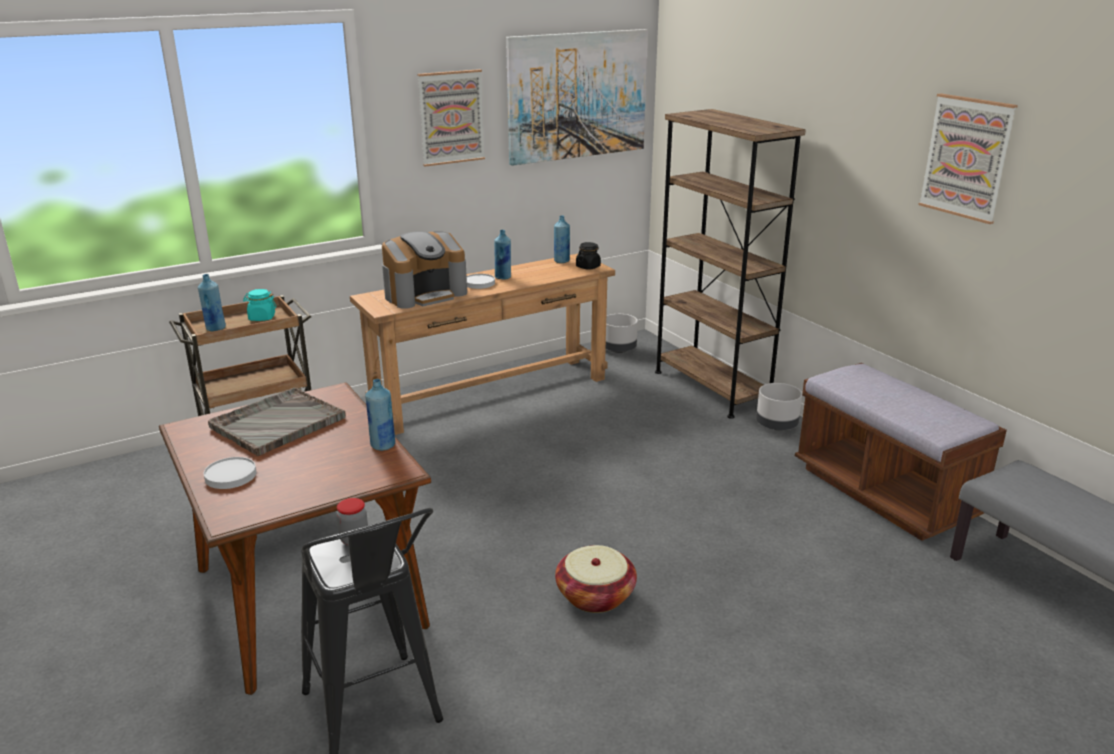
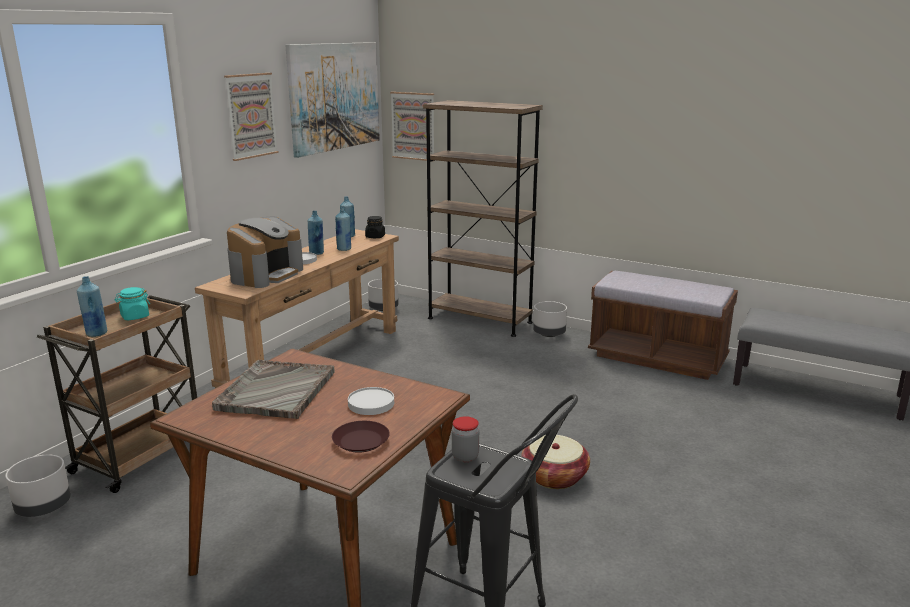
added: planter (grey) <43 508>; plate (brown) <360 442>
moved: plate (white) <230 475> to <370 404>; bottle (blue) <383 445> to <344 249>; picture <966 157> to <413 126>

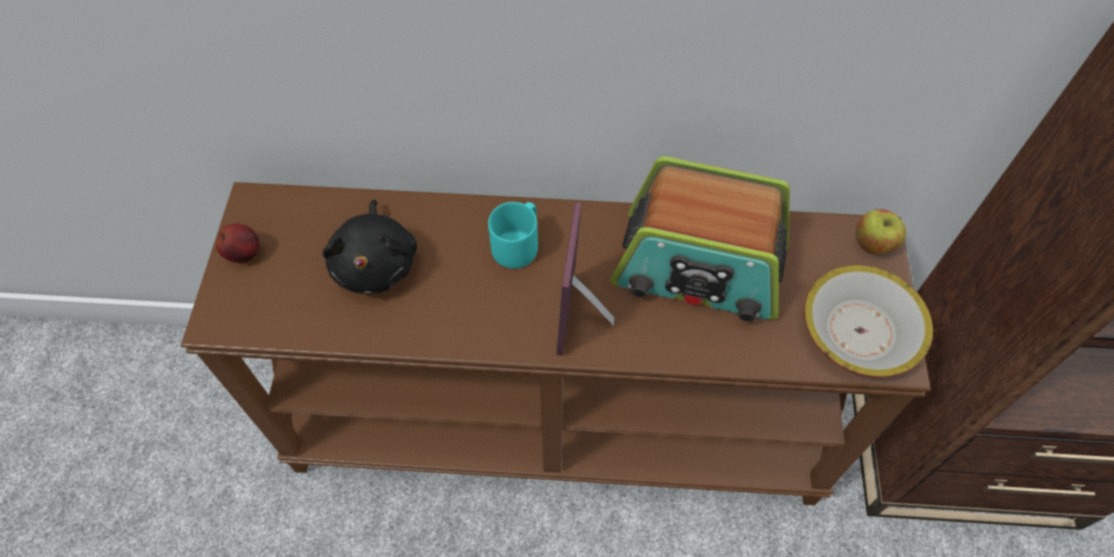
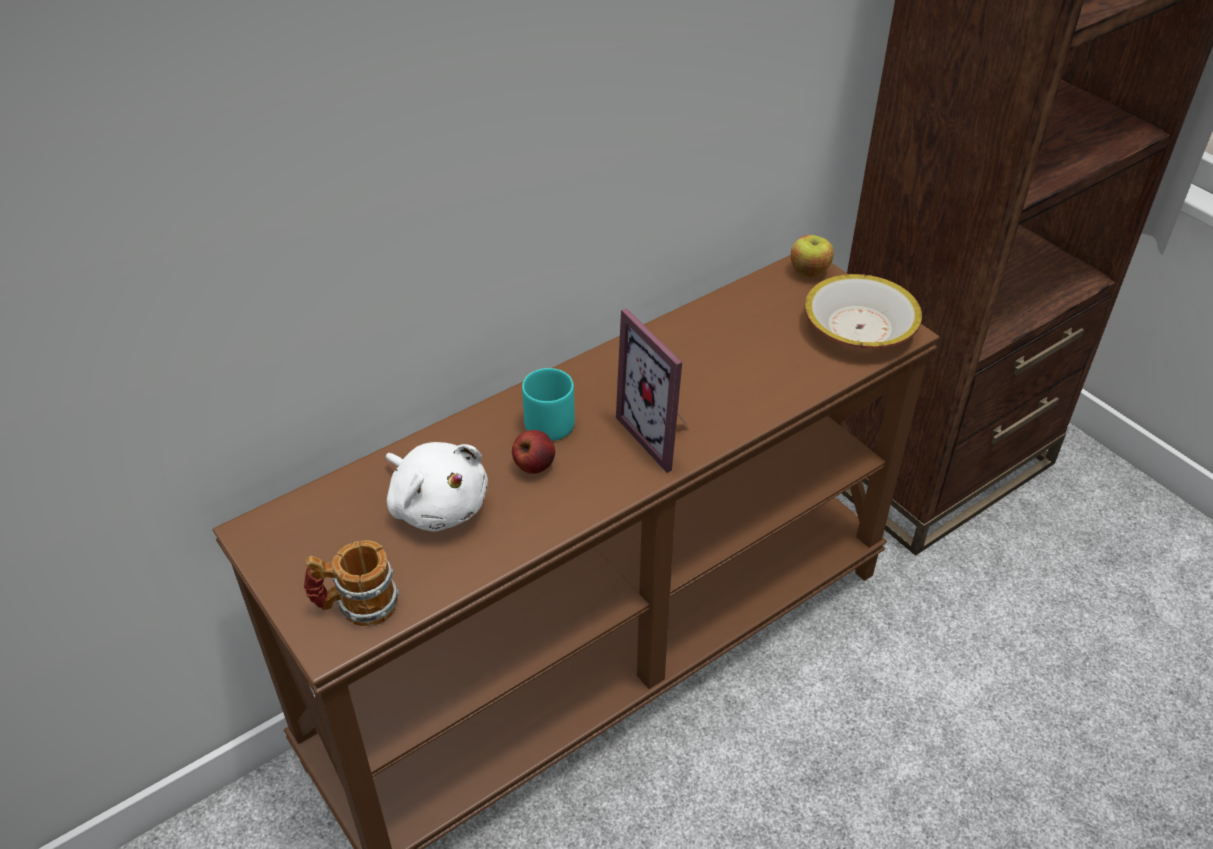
removed: radio <699 267>
added: mug <356 605>
moved: apple <244 253> to <534 466>
recoloured: plush toy (black) <376 263> to plush toy (white) <437 505>

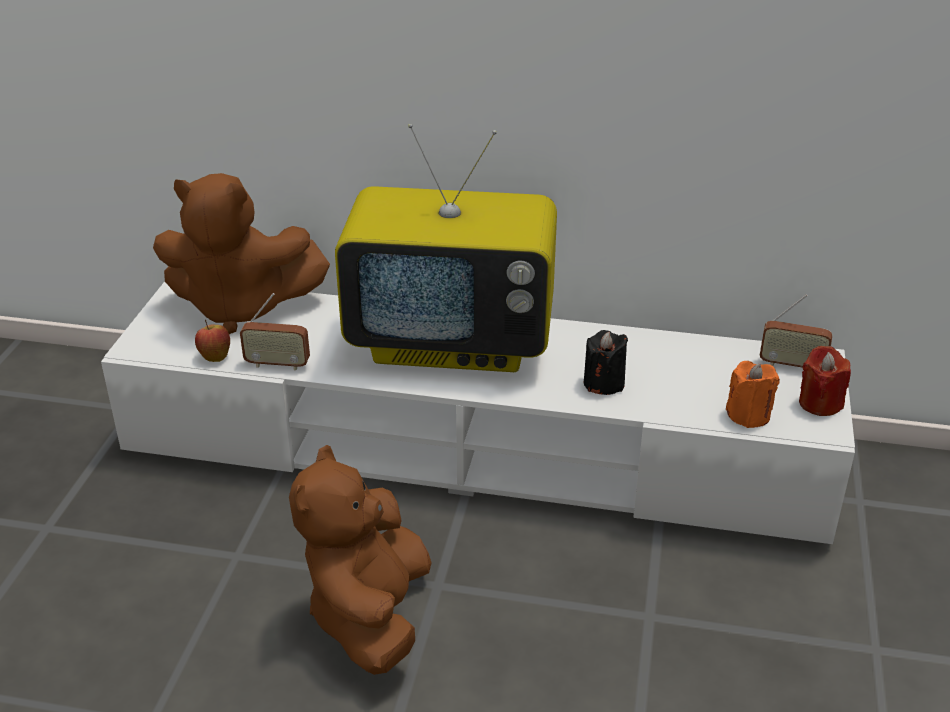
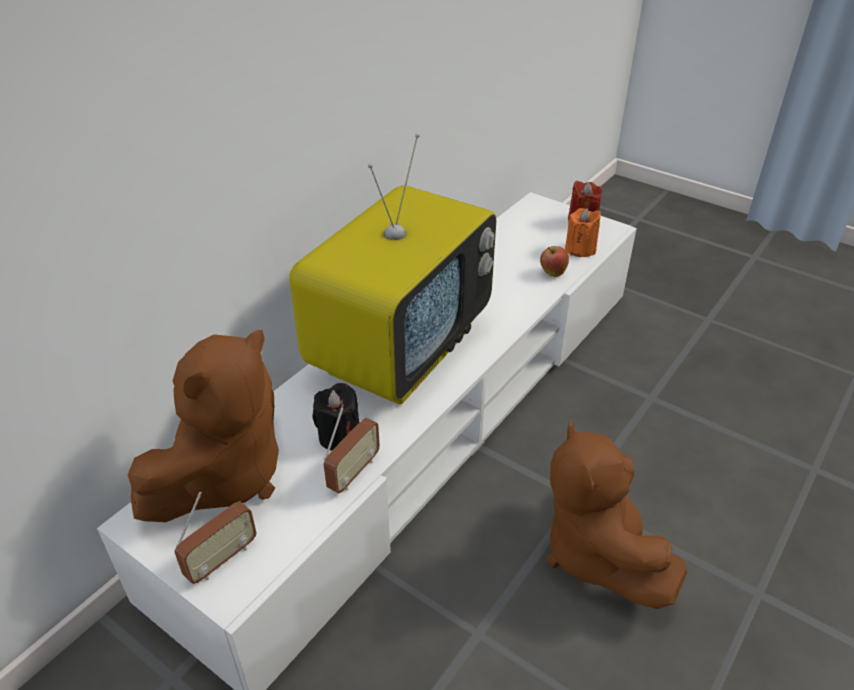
moved: apple <215 356> to <552 273>; candle (black) <603 383> to <339 436>; radio <791 365> to <221 559>
turned: plush toy (brown) <370 615> = <596 552> 45 degrees clockwise

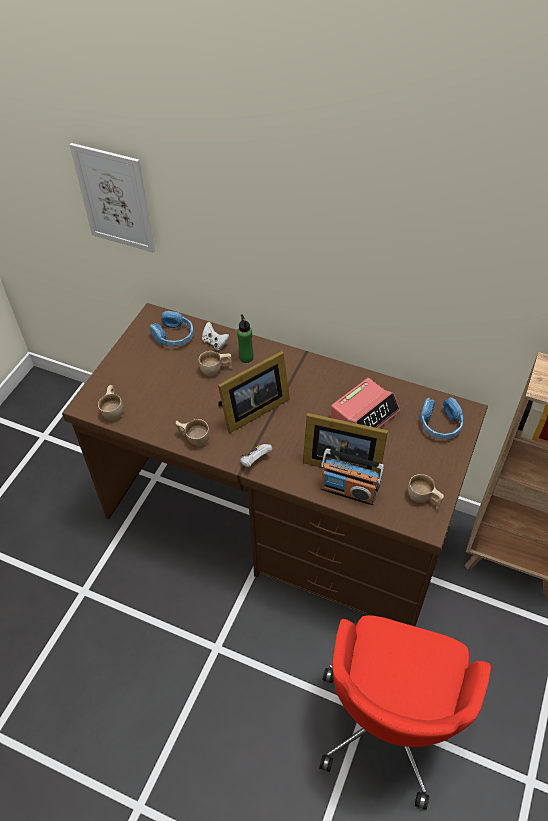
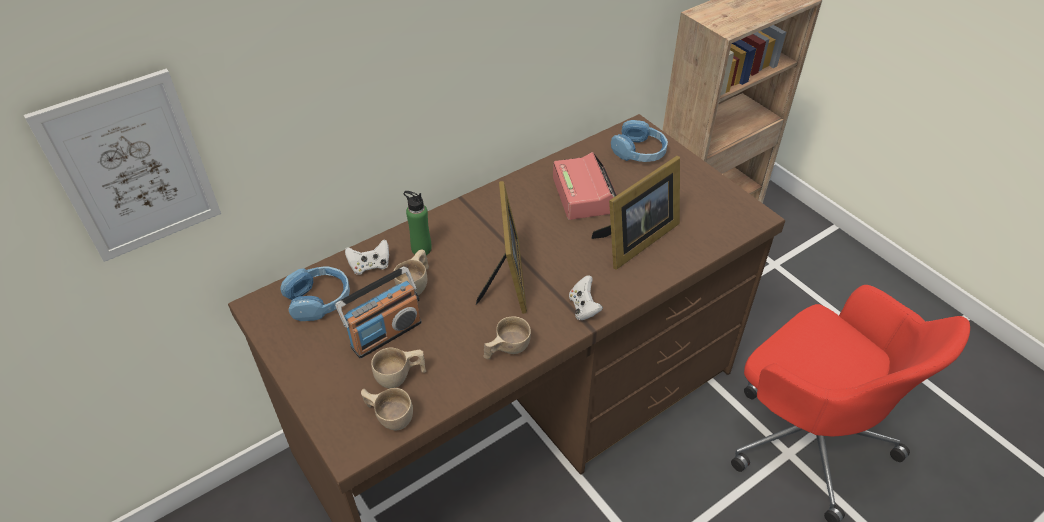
moved: radio <348 491> to <385 334>; cup (beige) <423 499> to <400 377>

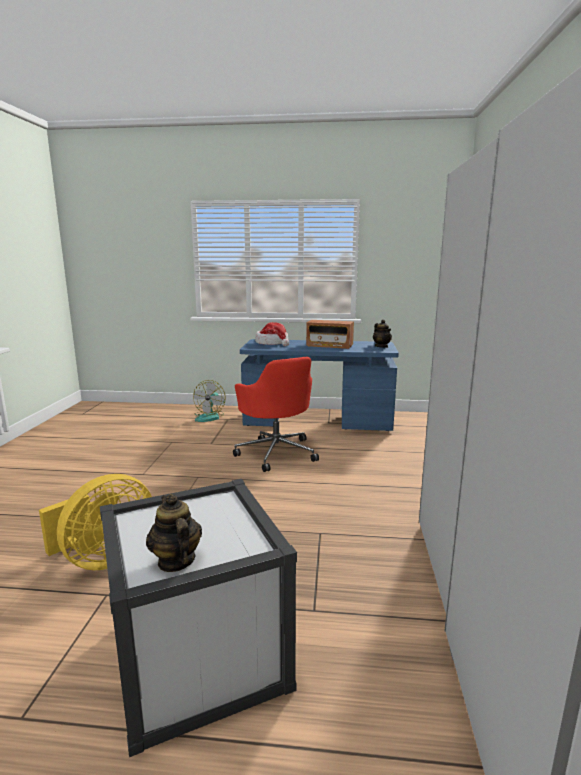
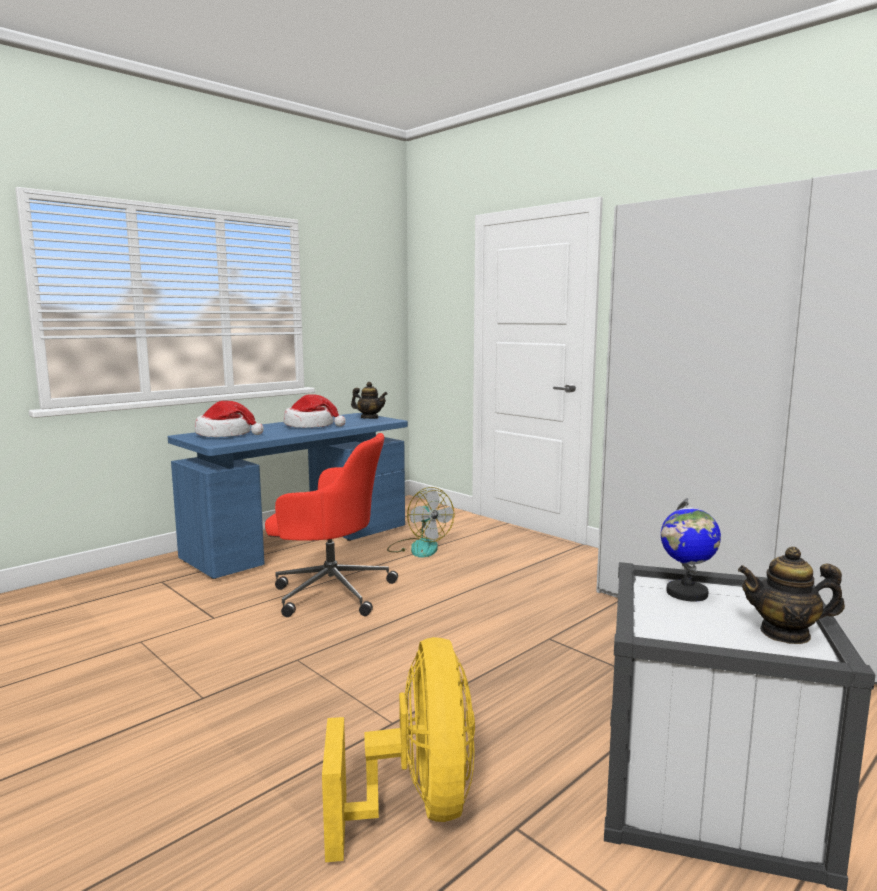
added: globe <686 593>
moved: fan <210 416> to <419 547>
replaced: radio <329 346> to hat <311 426>

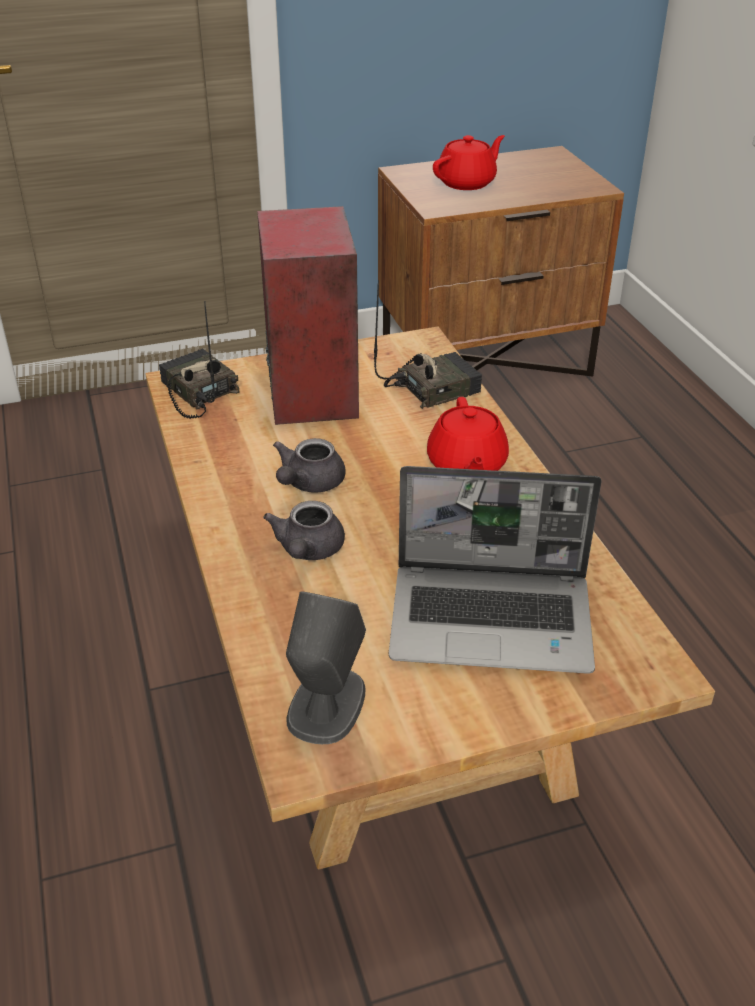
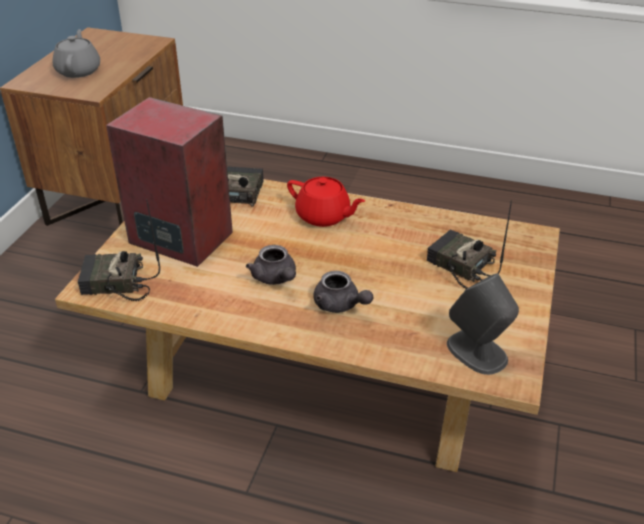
replaced: laptop <493 619> to radio <459 266>
recoloured: teapot (red) <467 183> to teapot (grey) <79 71>

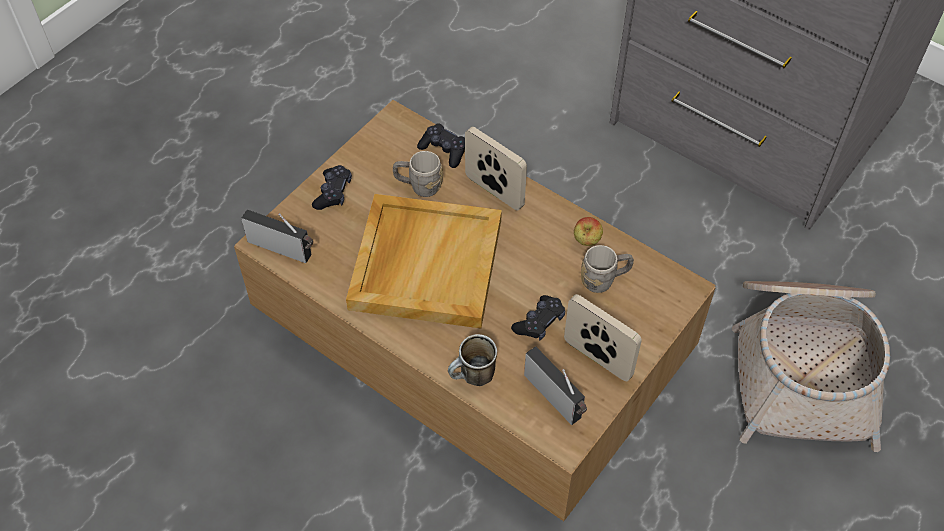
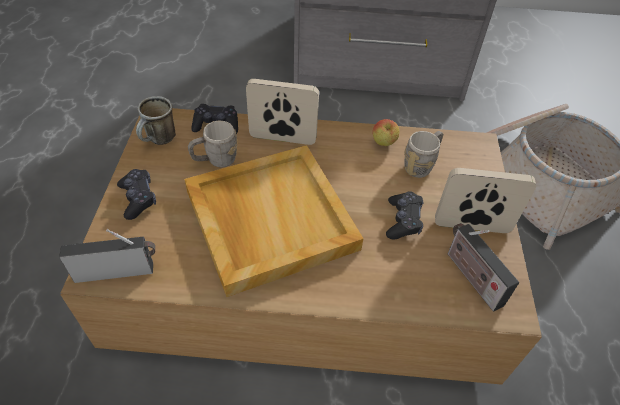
moved: mug <473 378> to <159 141>
turned: radio <555 398> = <471 276> 135 degrees counterclockwise

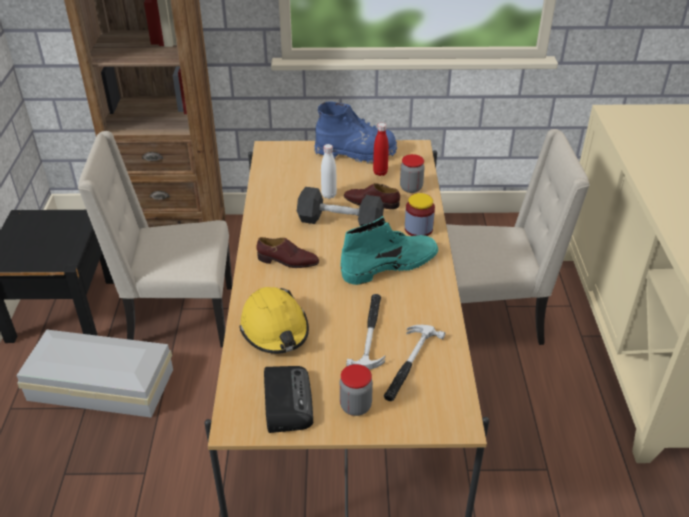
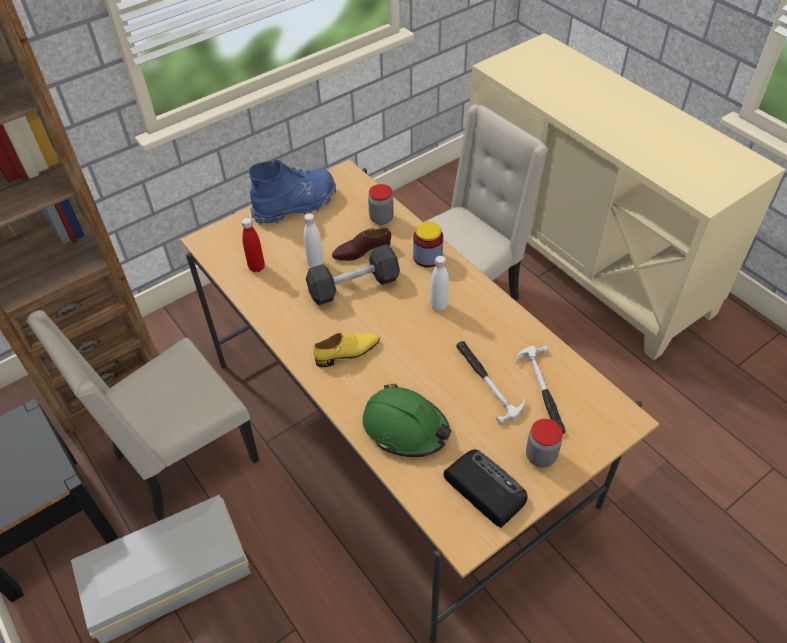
moved: bottle (red) <380 172> to <256 267>
replaced: boot (turquoise) <390 265> to bottle (white) <439 306>
recoloured: hard hat (yellow) <275 329> to hard hat (green) <405 428>; shoe (brown) <288 261> to shoe (yellow) <347 353>

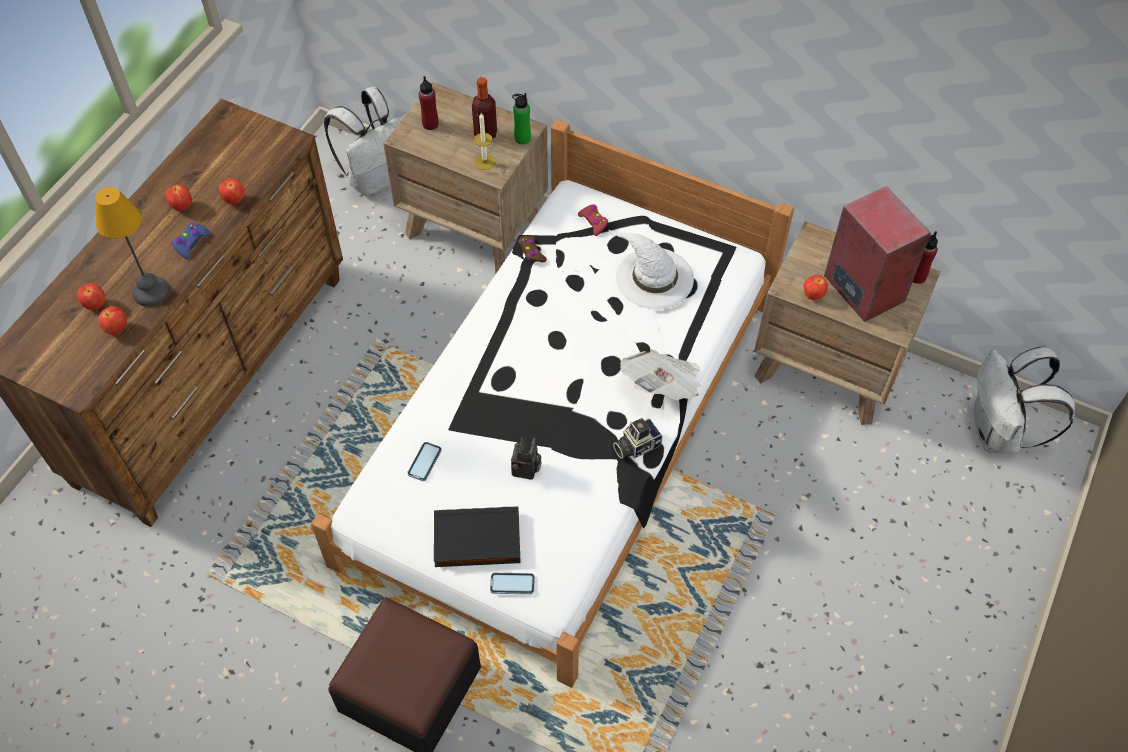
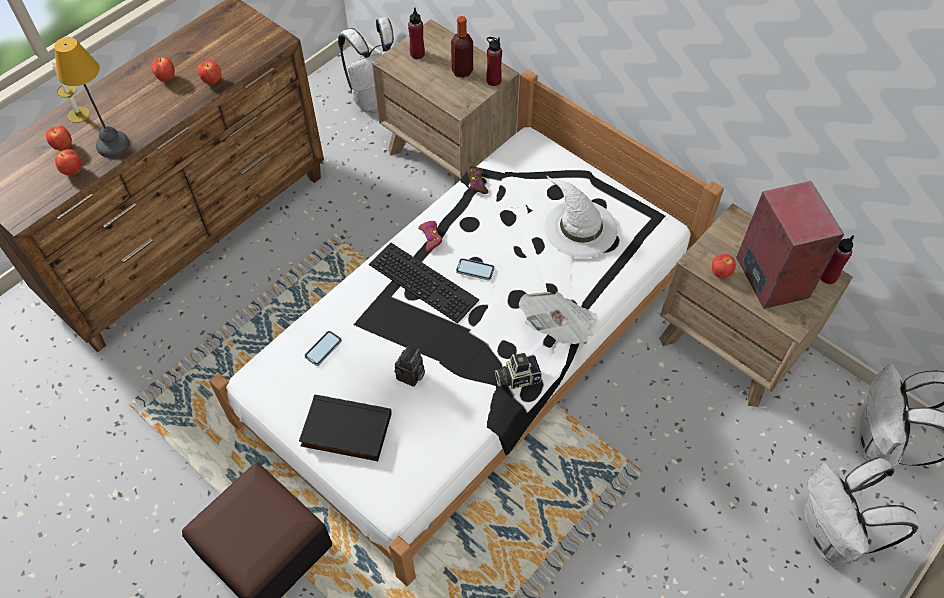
removed: game controller (blue) <191 243>
added: keyboard <425 281>; backpack (white) <832 535>
moved: candle <484 162> to <79 114>; phone <512 584> to <475 270>; game controller (red) <594 222> to <431 237>
recoloured: bottle (green) <522 138> to bottle (red) <493 80>

